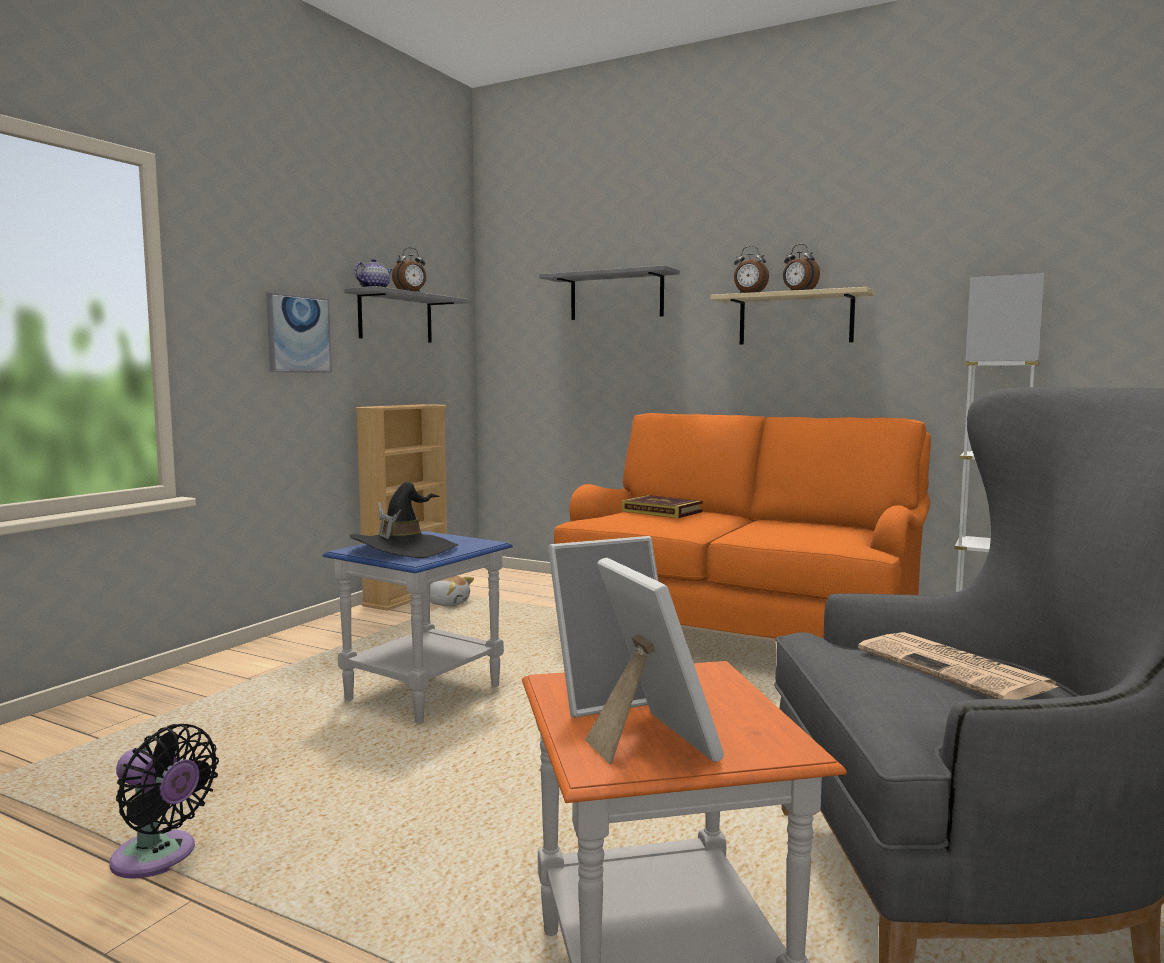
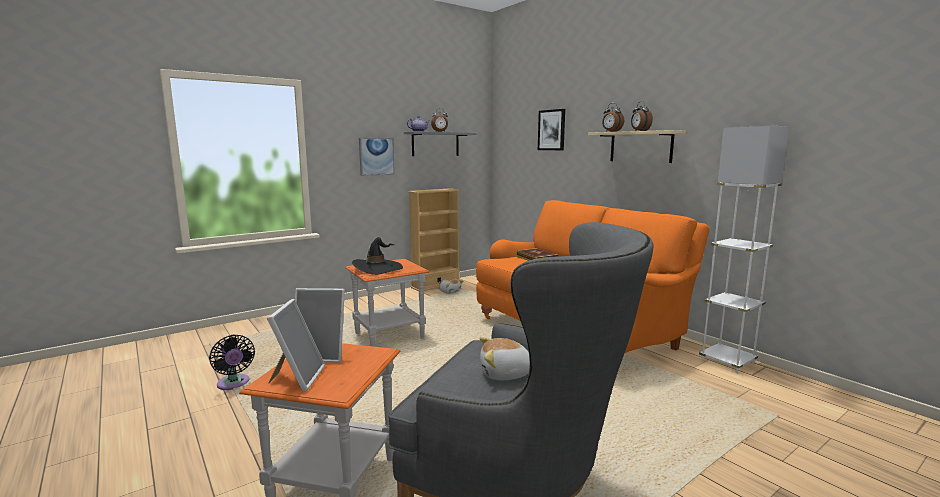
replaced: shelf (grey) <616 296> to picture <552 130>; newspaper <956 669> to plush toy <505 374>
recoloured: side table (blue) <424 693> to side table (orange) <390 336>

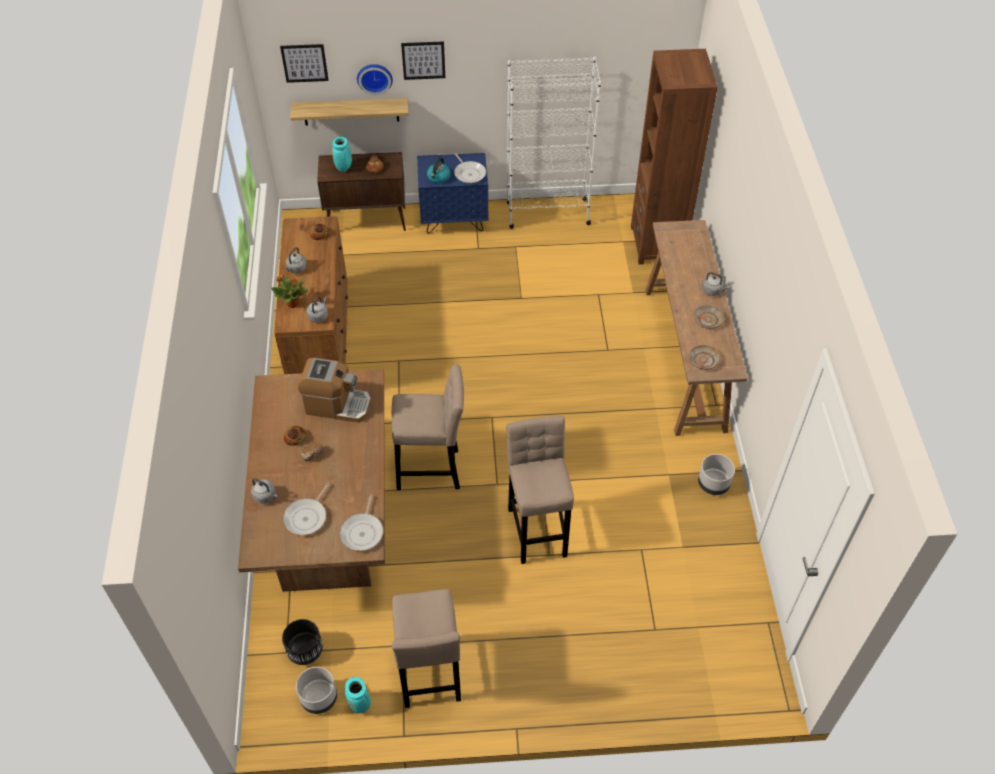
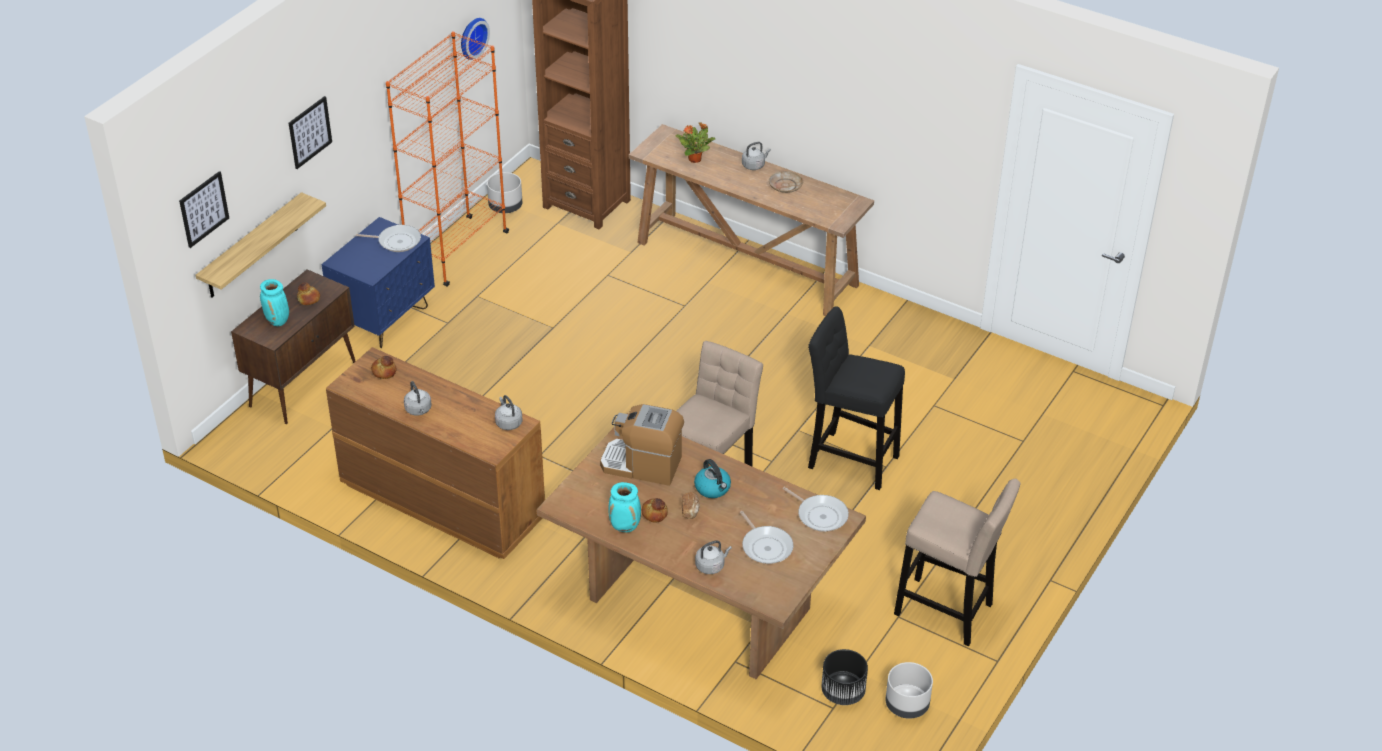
removed: plate (beige) <703 360>
moved: potted plant <293 304> to <695 159>; vase (turquoise) <360 705> to <625 526>; wall clock <374 77> to <471 37>; kettle <438 177> to <713 488>; planter (grey) <713 484> to <505 207>
recoloured: stool (beige) <537 528> to stool (black) <849 459>; bookcase (white) <547 213> to bookcase (orange) <457 251>
turned: coffee machine <337 405> = <642 465> 120 degrees counterclockwise

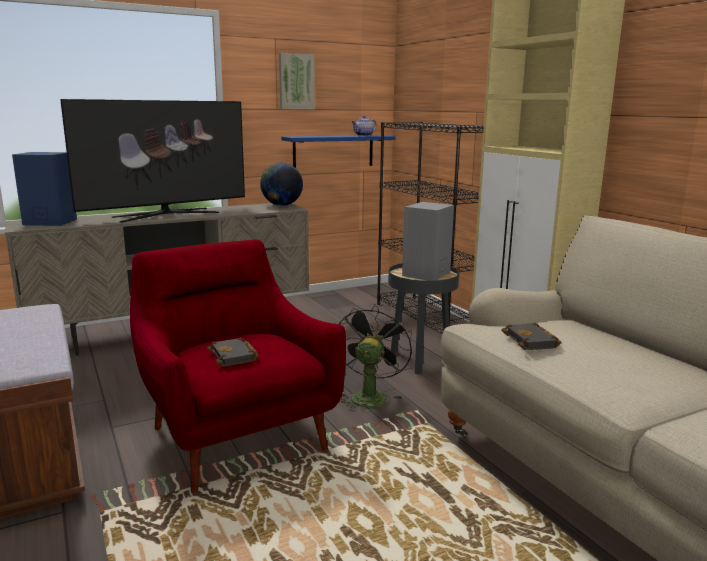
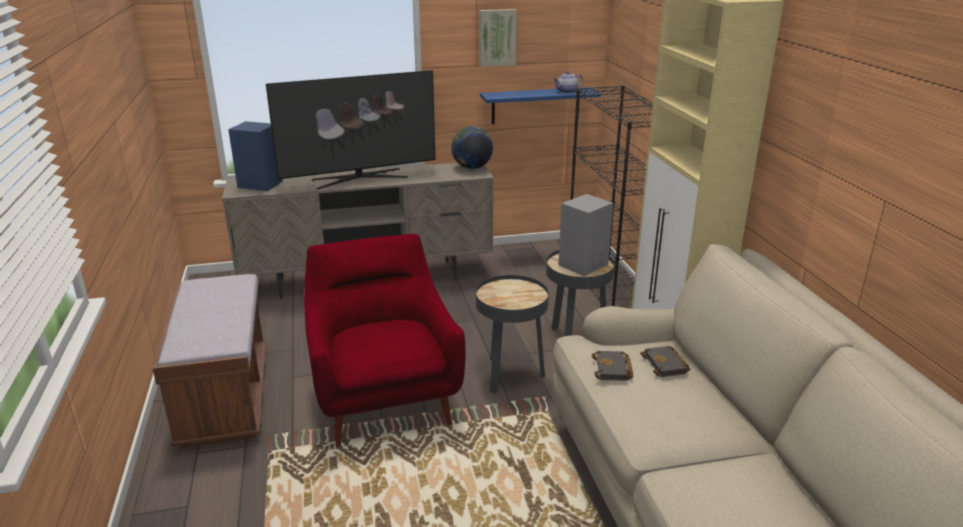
moved: book (black) <235 356> to <666 365>
replaced: fan (black) <369 396> to side table (black) <509 375>

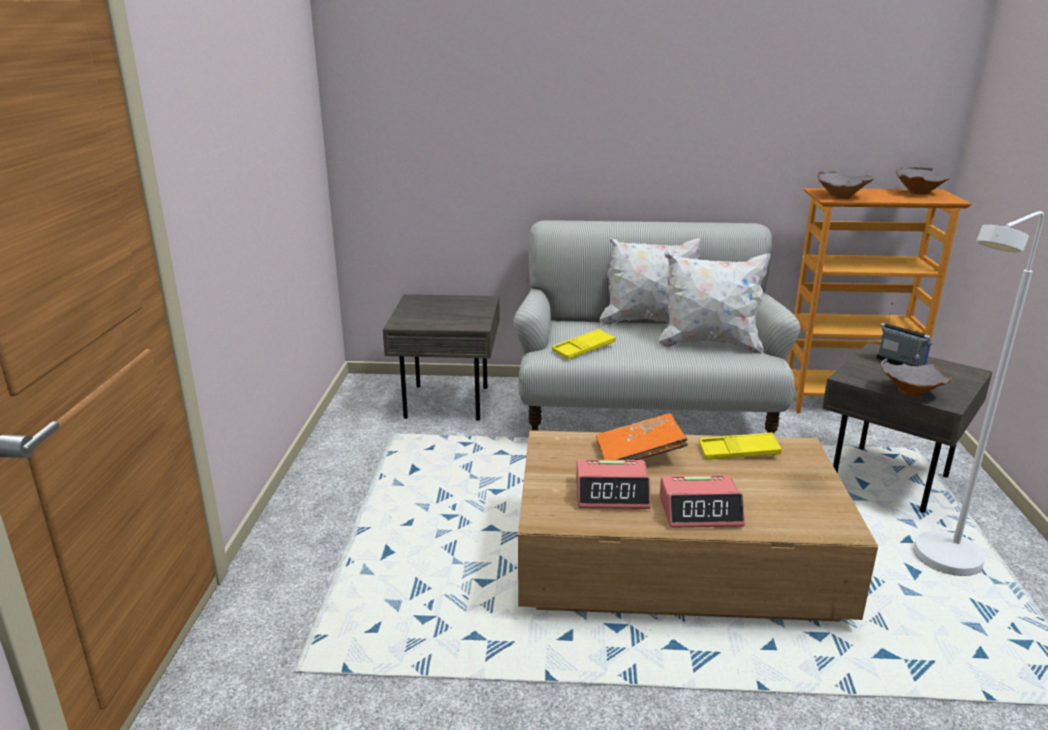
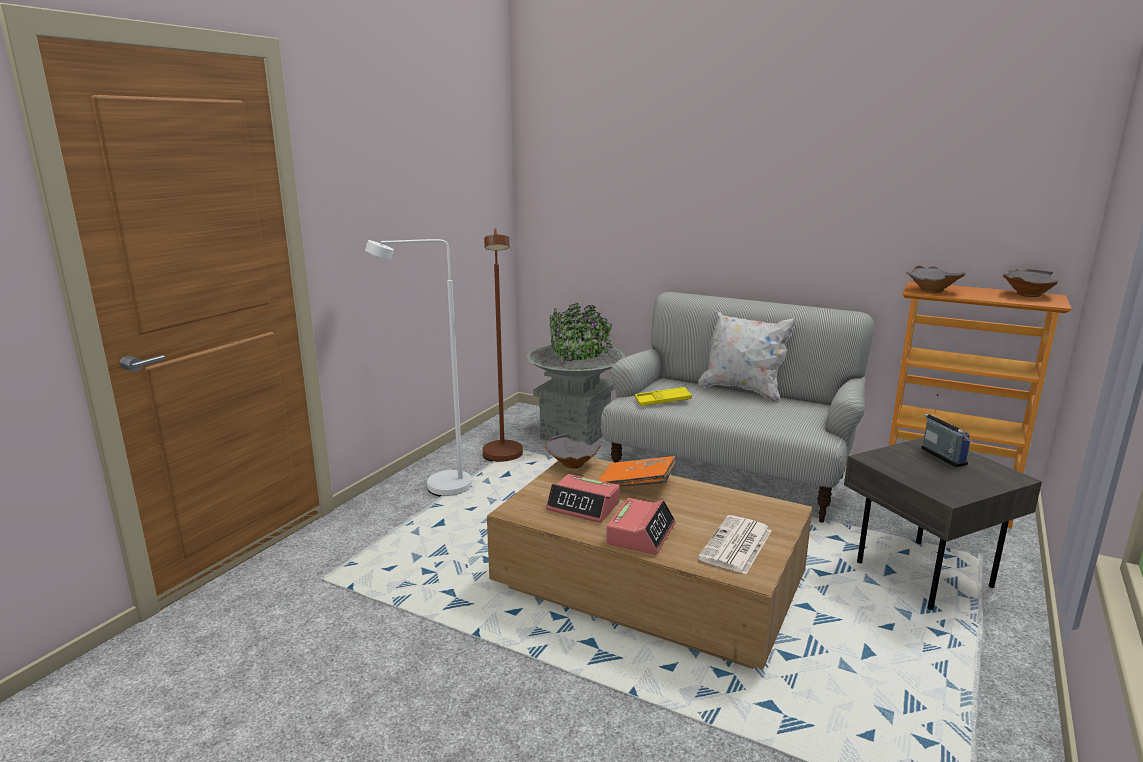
removed: pillow (white) <709 344>; tray (yellow) <738 452>
added: floor lamp (brown) <503 459>; newspaper <736 546>
moved: bowl (grey) <911 392> to <571 465>; floor lamp (white) <939 565> to <436 488>
replaced: side table (grey) <449 401> to planter (grey) <576 434>
turned: alarm clock <700 511> = <641 534> 90 degrees counterclockwise

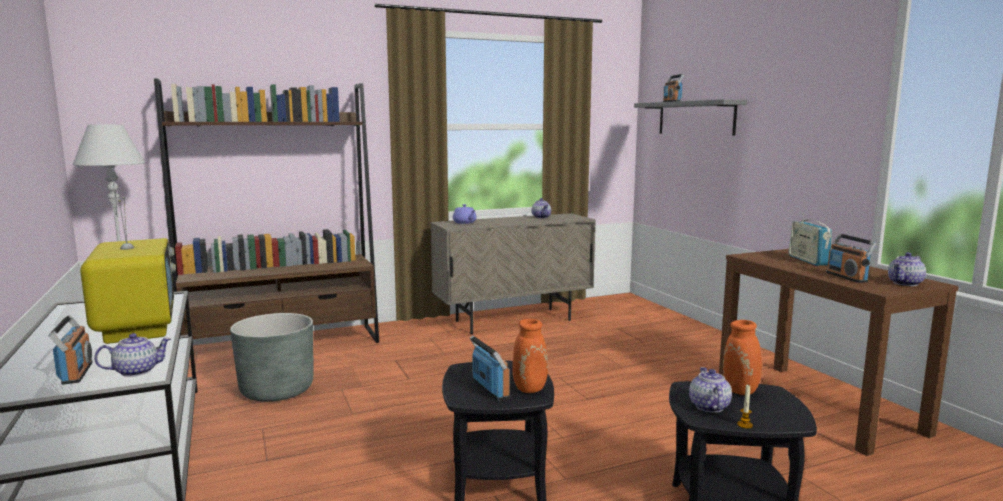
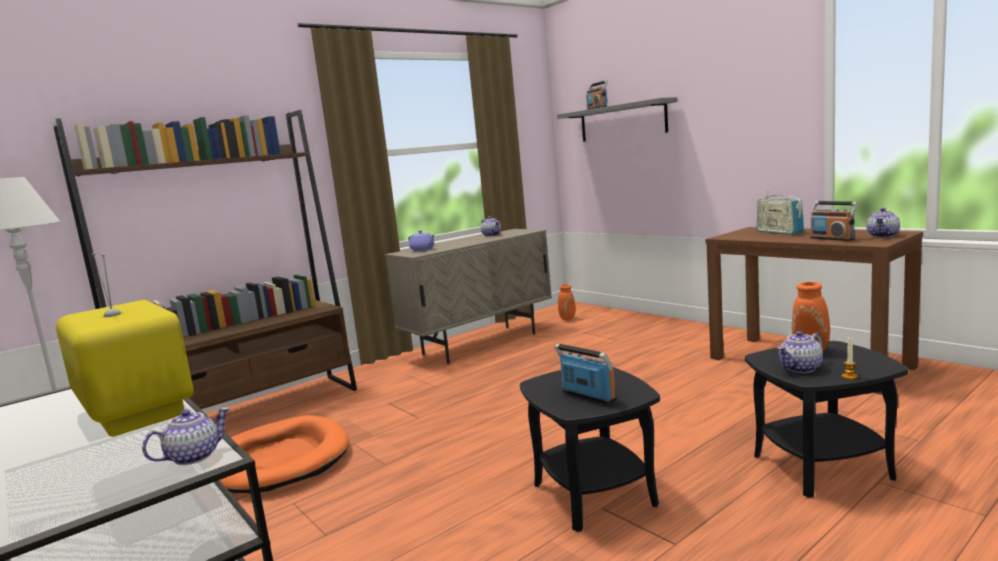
removed: radio <76 373>
moved: vase (orange) <531 389> to <567 318>
replaced: planter (grey) <277 390> to dog bed (orange) <278 460>
turned: teapot <708 406> = <801 368> 105 degrees counterclockwise

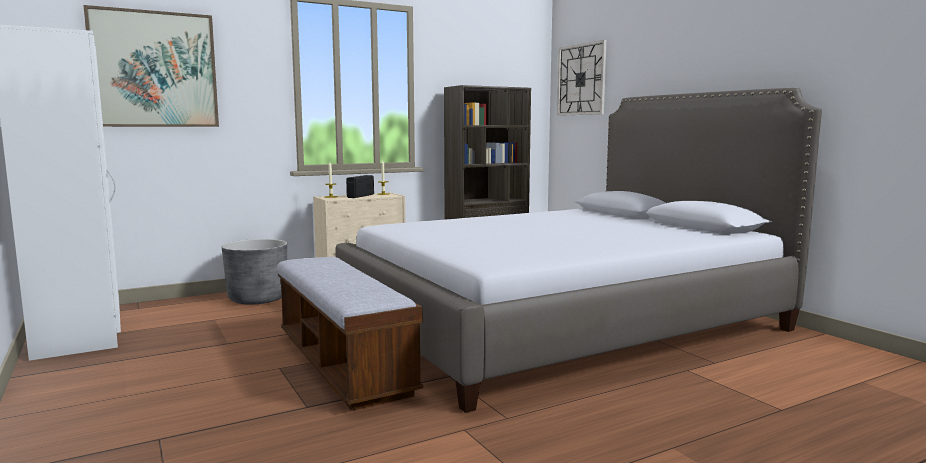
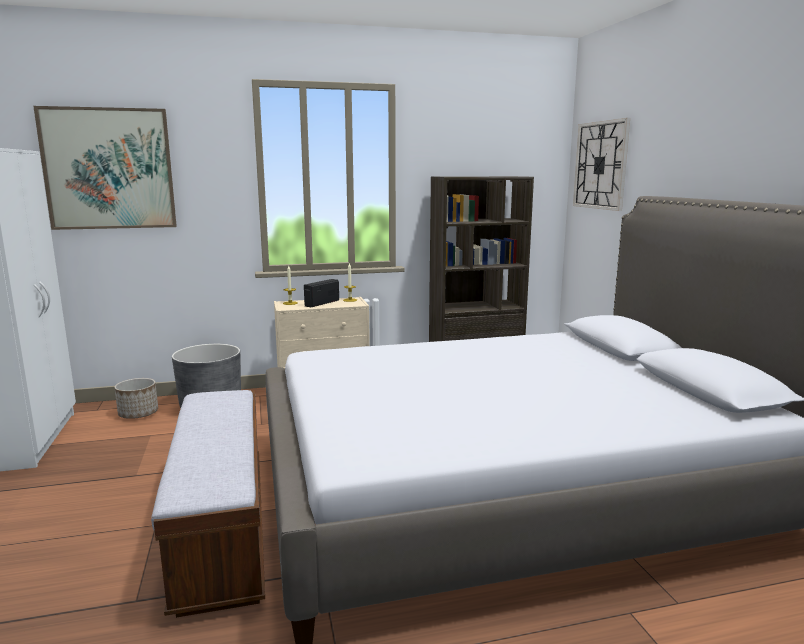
added: planter <138 413>

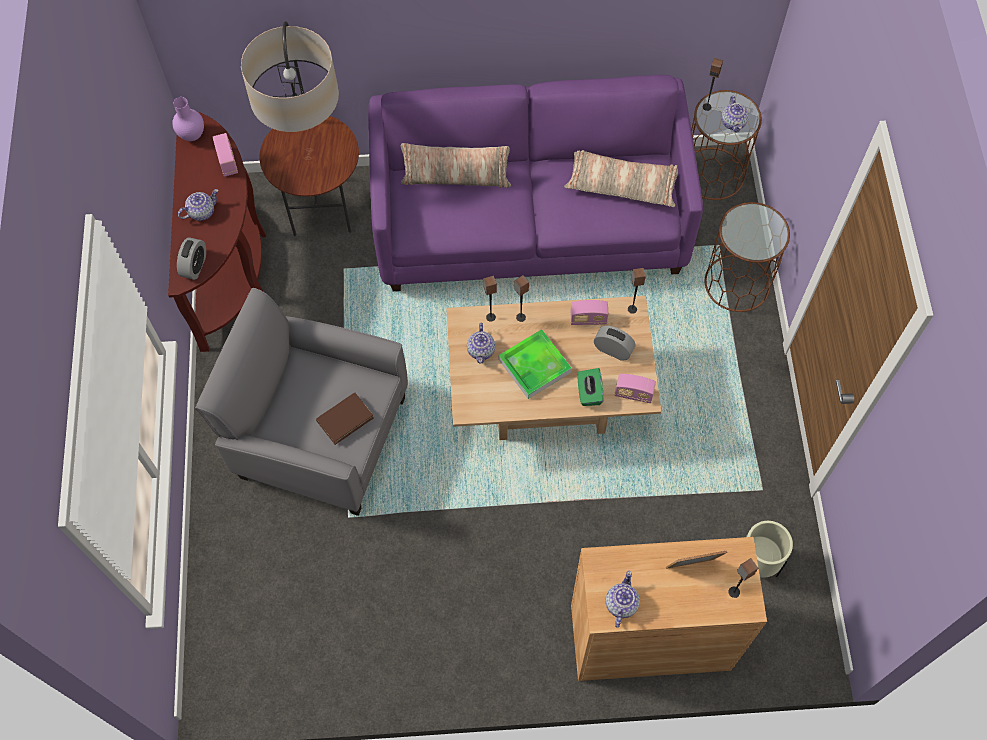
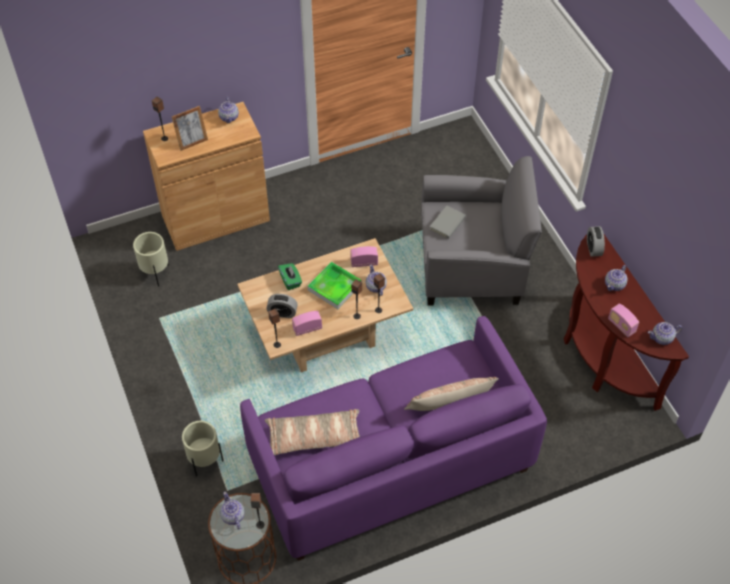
removed: floor lamp <322 209>
moved: radio <633 394> to <364 262>
replaced: vase (purple) <192 135> to teapot <662 338>; side table (brown) <737 283> to planter (beige) <205 462>
recoloured: book (brown) <345 419> to book (grey) <447 224>

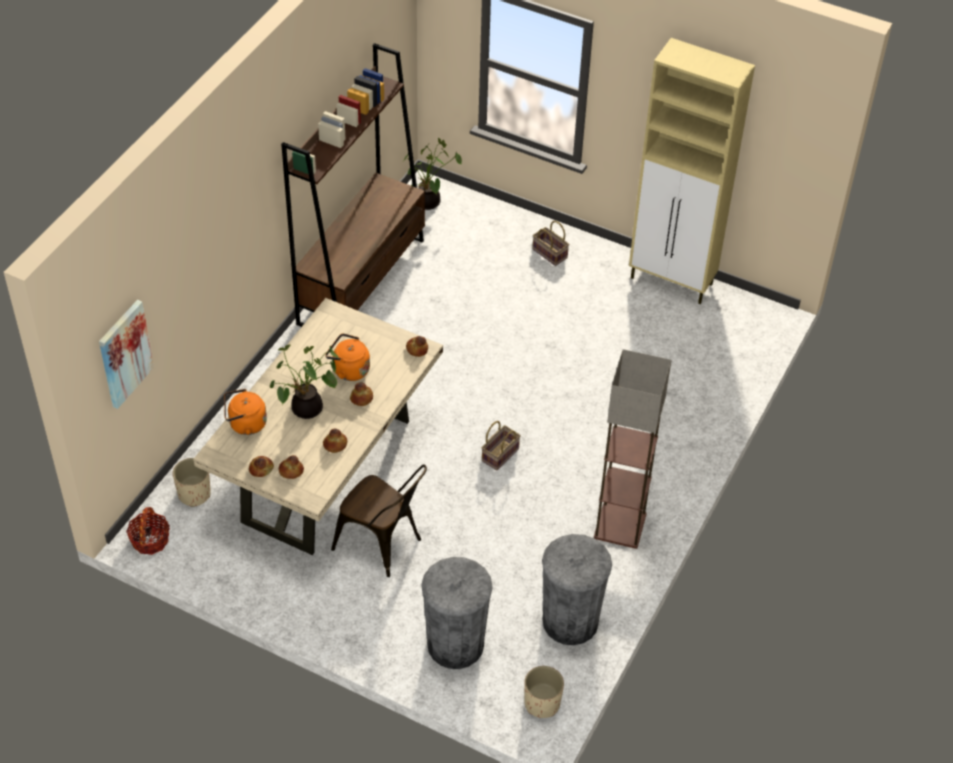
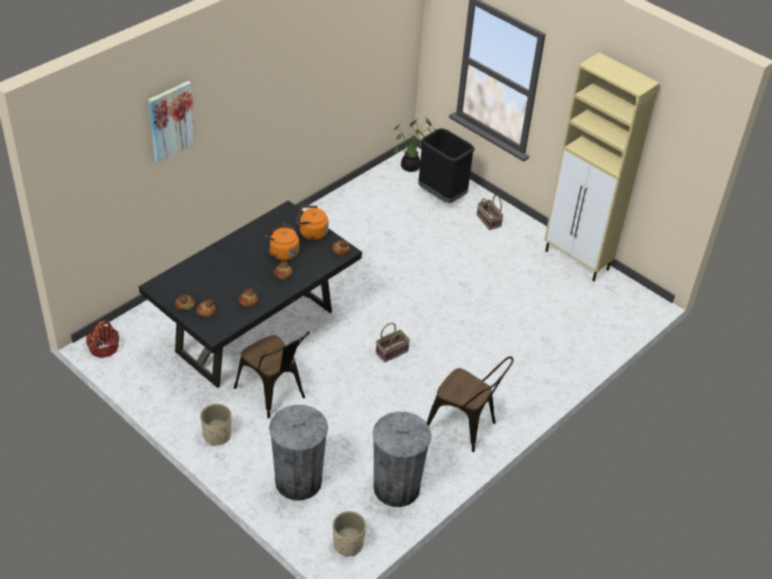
removed: potted plant <306 411>; bookcase (brown) <362 281>
added: trash can (black) <442 195>
moved: picture <124 353> to <171 121>; planter (beige) <194 494> to <217 435>; kettle (orange) <245 424> to <311 233>
replaced: floor lamp <620 527> to chair (brown) <465 427>
recoloured: dining table (beige) <327 470> to dining table (black) <255 331>

